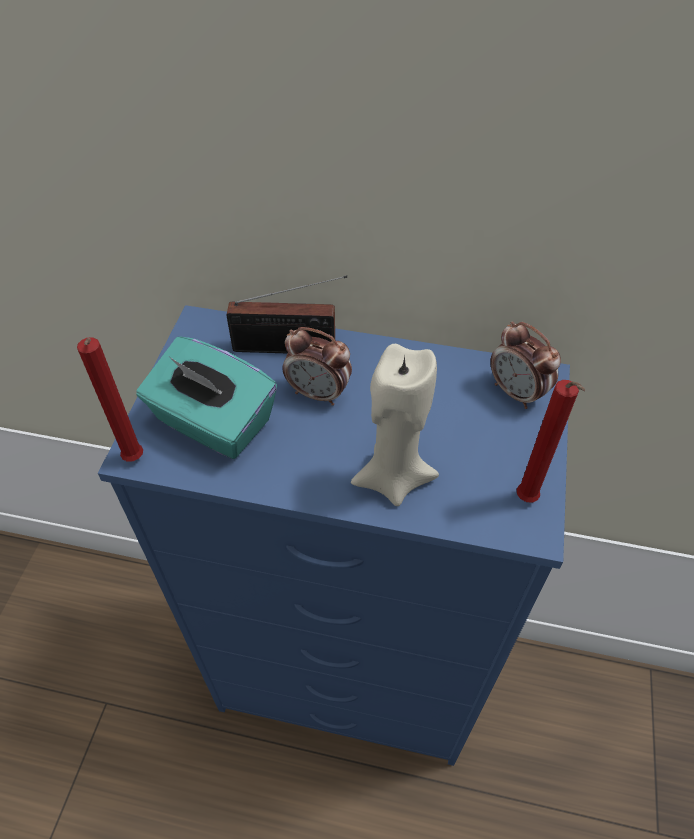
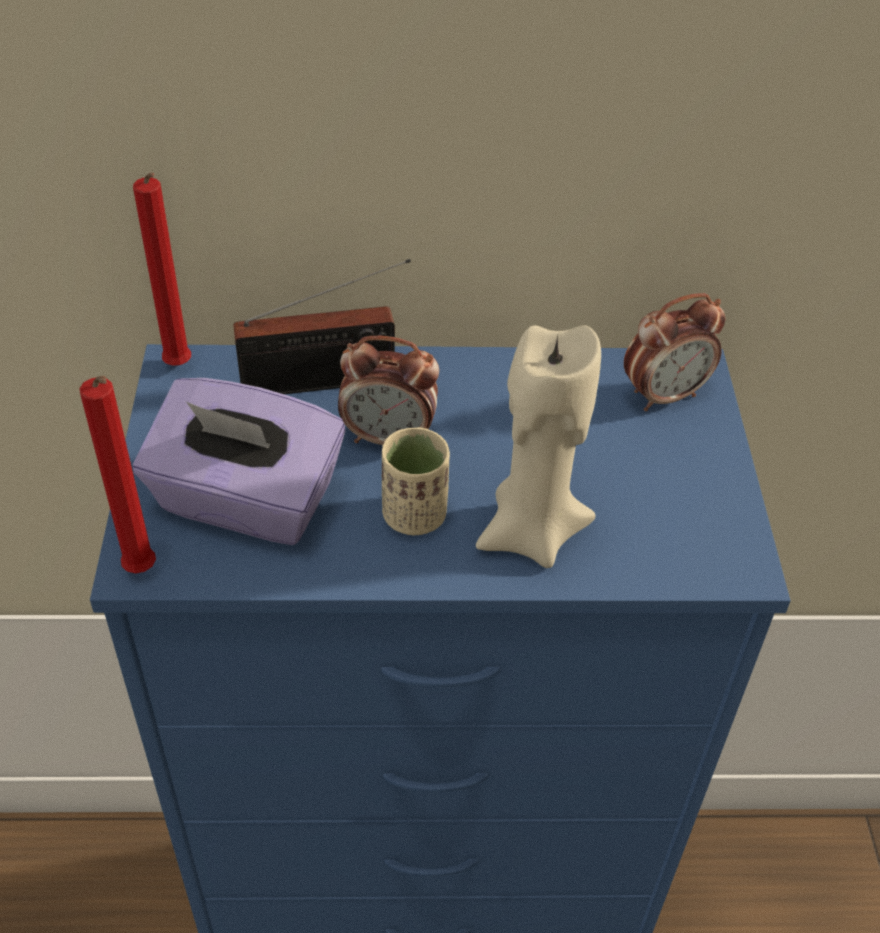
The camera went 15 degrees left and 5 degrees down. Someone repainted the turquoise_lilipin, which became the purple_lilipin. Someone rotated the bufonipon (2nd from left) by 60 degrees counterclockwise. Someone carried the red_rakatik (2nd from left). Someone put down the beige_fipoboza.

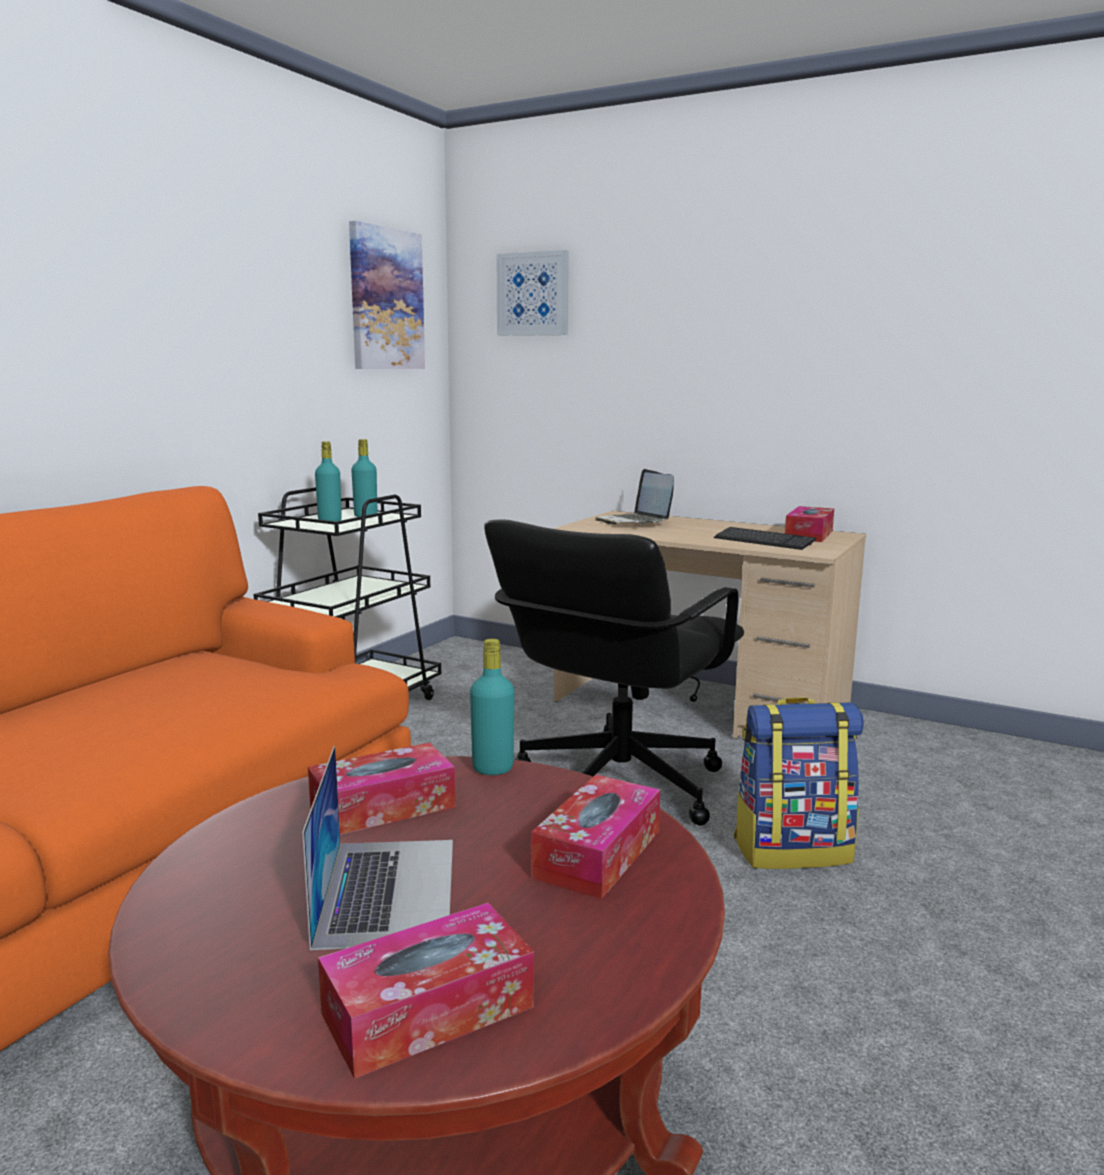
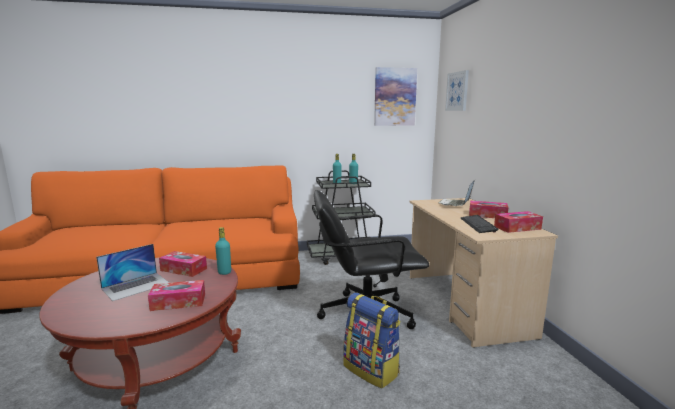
The camera went 50 degrees right and 0 degrees up. Someone carried the lilipin (2nd from left in the first image).

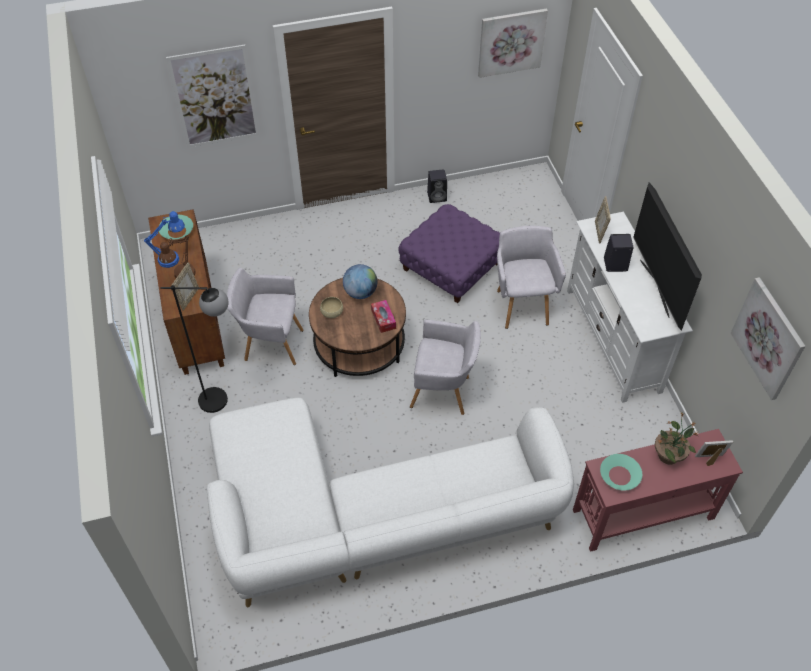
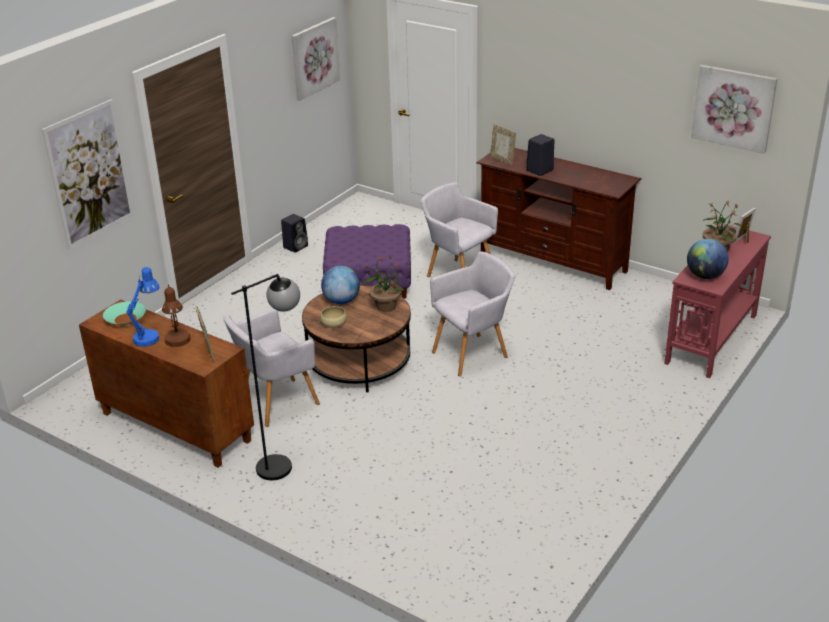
The camera went 40 degrees left and 20 degrees down. Someone took away the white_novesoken. Someone swapped the lilipin for the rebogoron (1st from left). Someone repainted the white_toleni, which became the brown_toleni. Someone swapped the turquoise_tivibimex (2nd from left) for the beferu (2nd from left). Someone took away the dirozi.

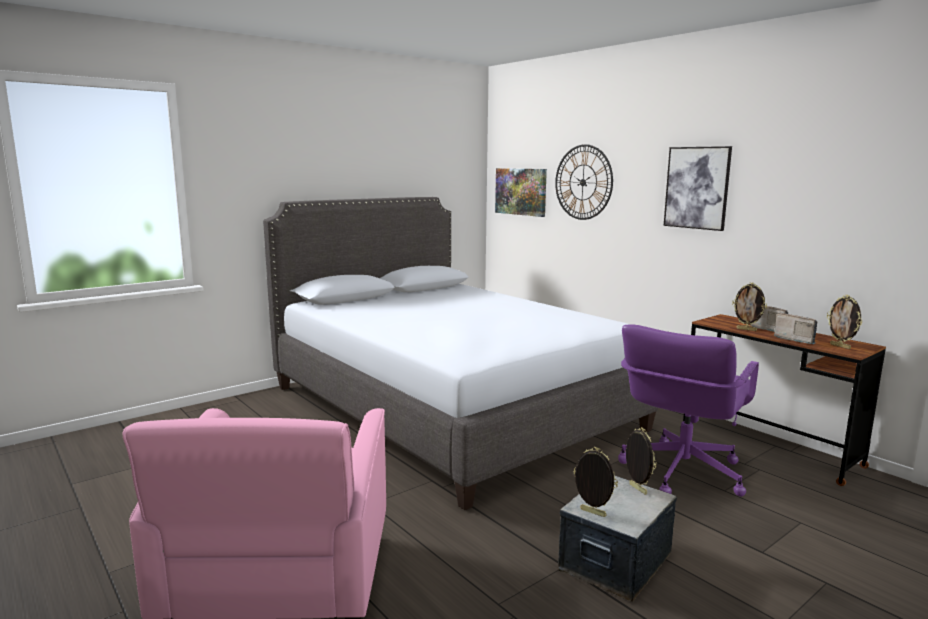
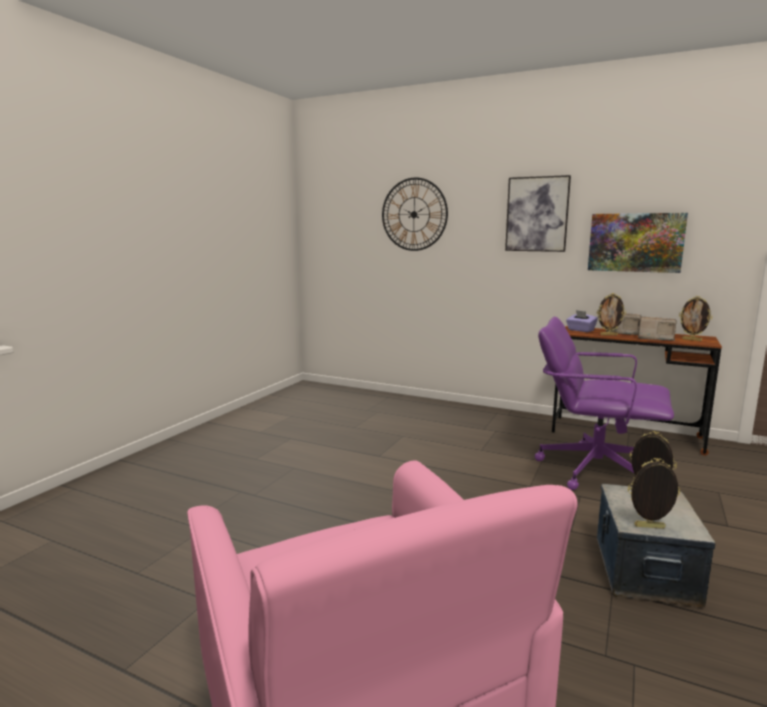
The camera went 25 degrees left and 0 degrees up. Someone took away the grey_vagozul. Someone carried the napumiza (1st from left in the first image). Someone rotated the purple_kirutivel by 105 degrees clockwise. Someone put down the purple_lilipin.

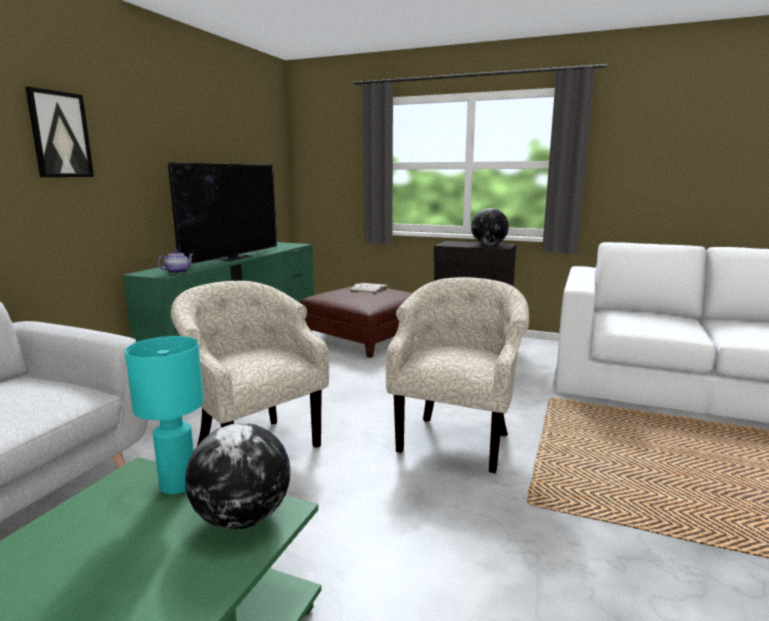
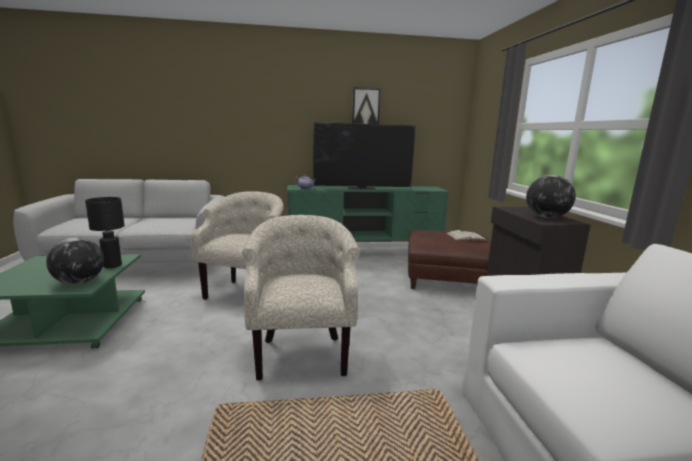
The camera went 60 degrees right and 0 degrees up. Someone carried the napumiza. Someone repainted the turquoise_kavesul, which became the black_kavesul. Someone rotated the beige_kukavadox (2nd from left) by 90 degrees counterclockwise.

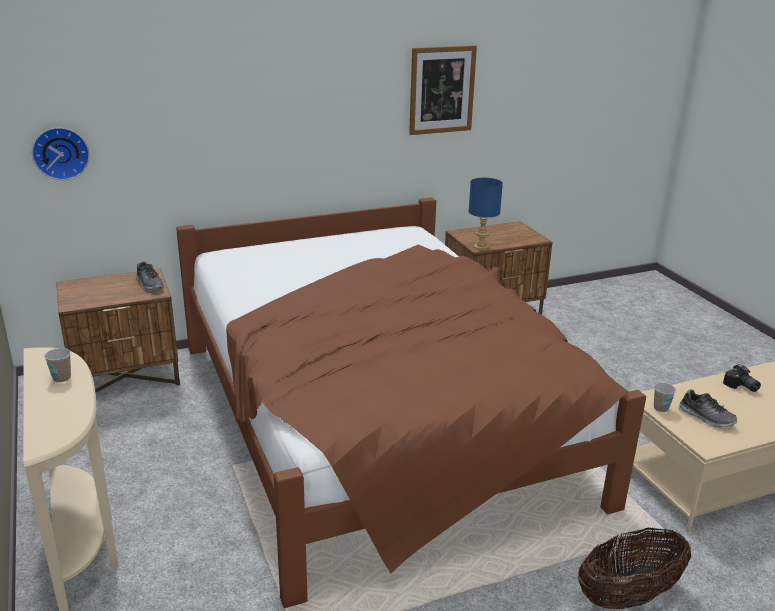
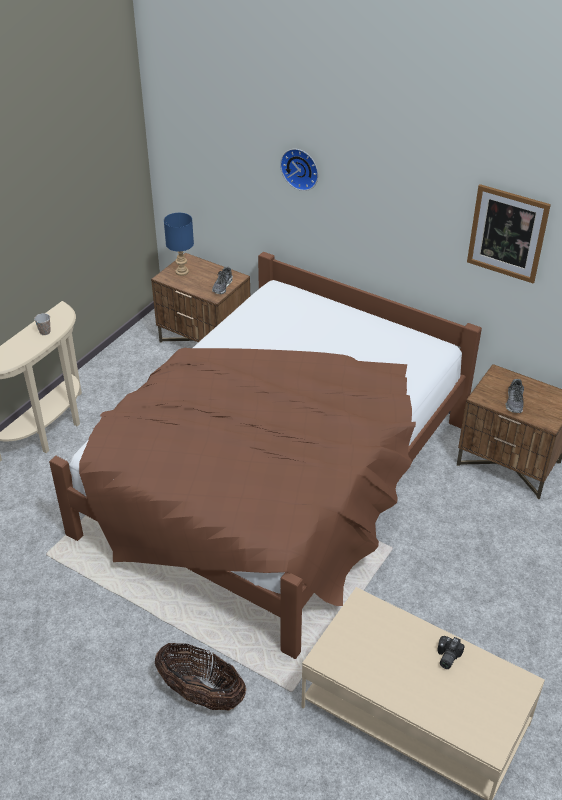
The camera went 55 degrees right and 15 degrees up. Someone carried the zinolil. Someone carried the blue_kavesul. Someone took away the fipoboza (2nd from left). Someone carried the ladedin (2nd from left).

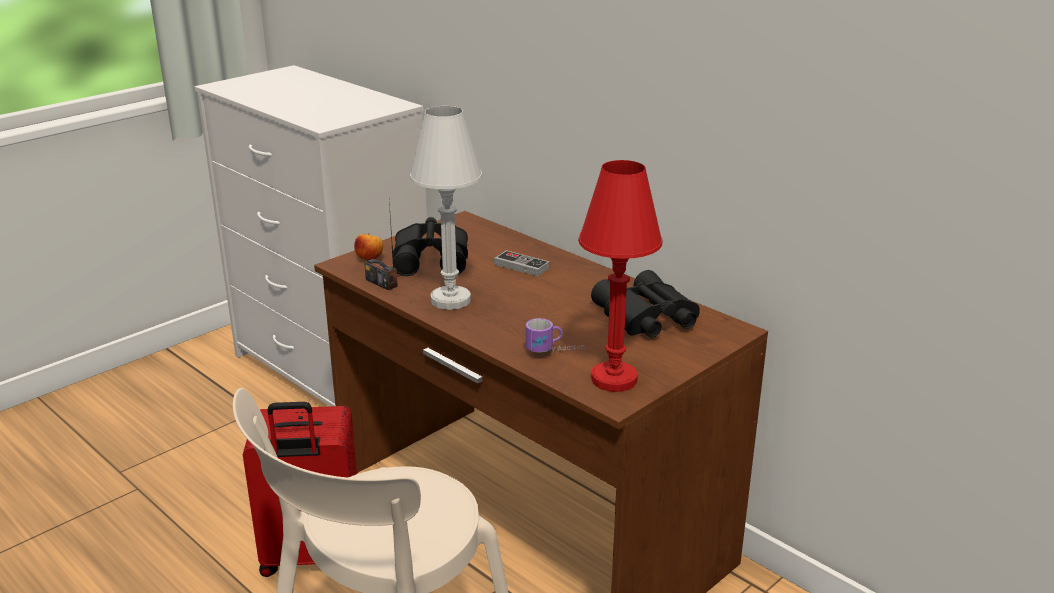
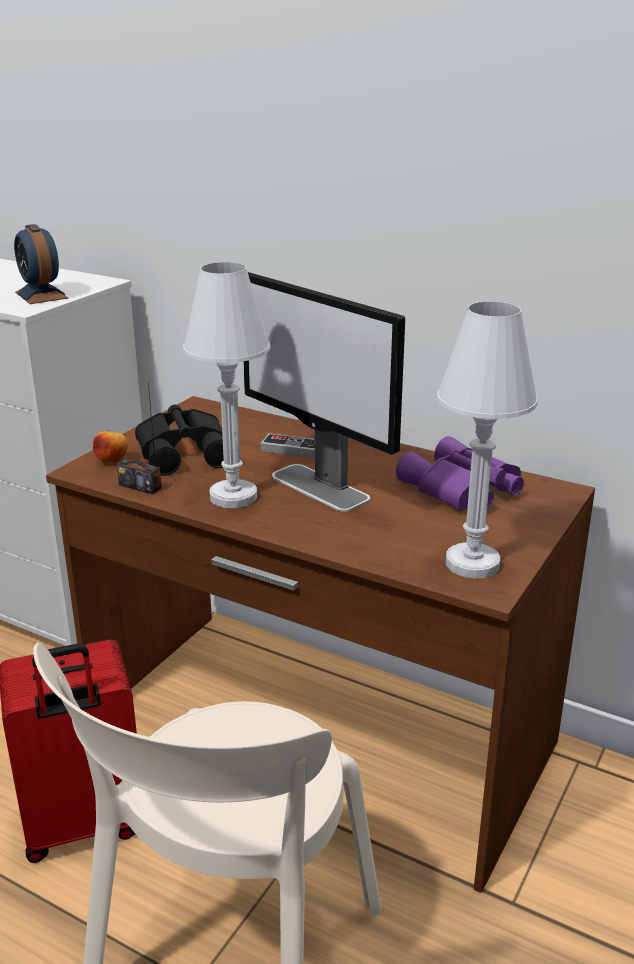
The camera went 15 degrees left and 0 degrees up. Someone took away the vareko. Someone repainted the red_kavesul, which became the white_kavesul (2nd from left). Someone repainted the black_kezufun (2nd from left), which became the purple_kezufun. Someone put down the bufonipon. Someone put down the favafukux.

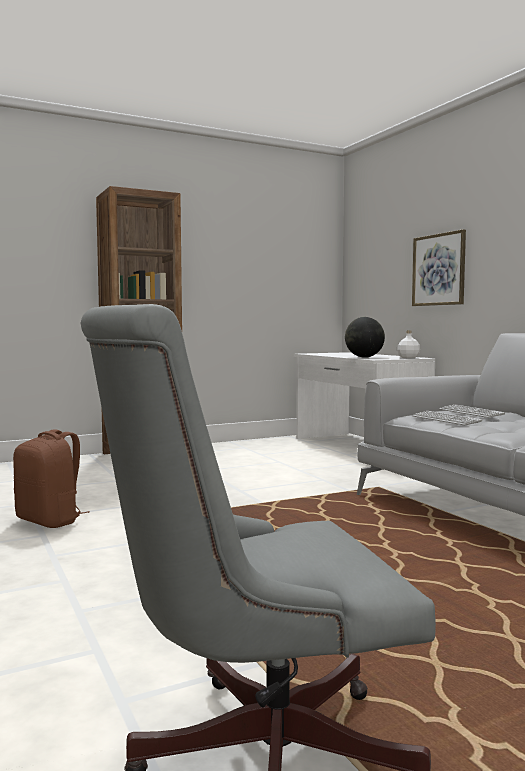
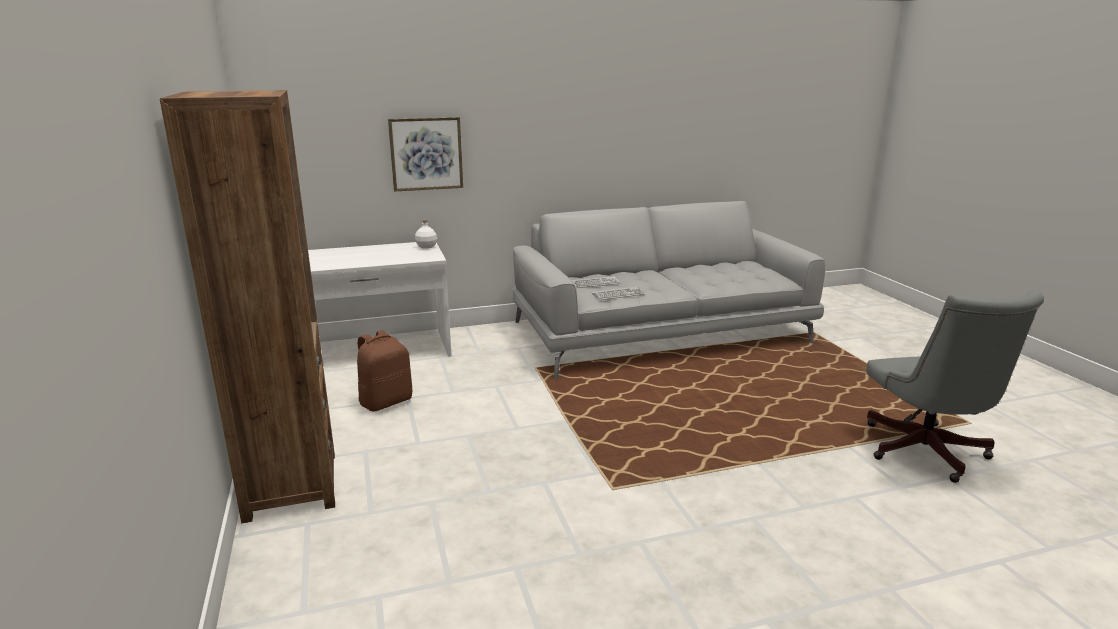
The camera went 80 degrees left and 15 degrees up. Someone carried the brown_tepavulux. Someone took away the beferu.

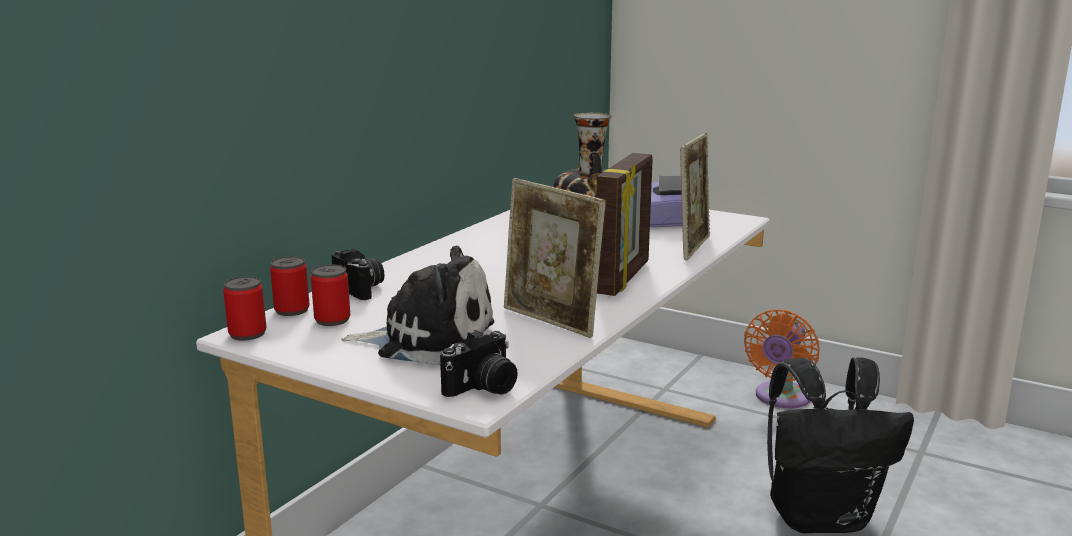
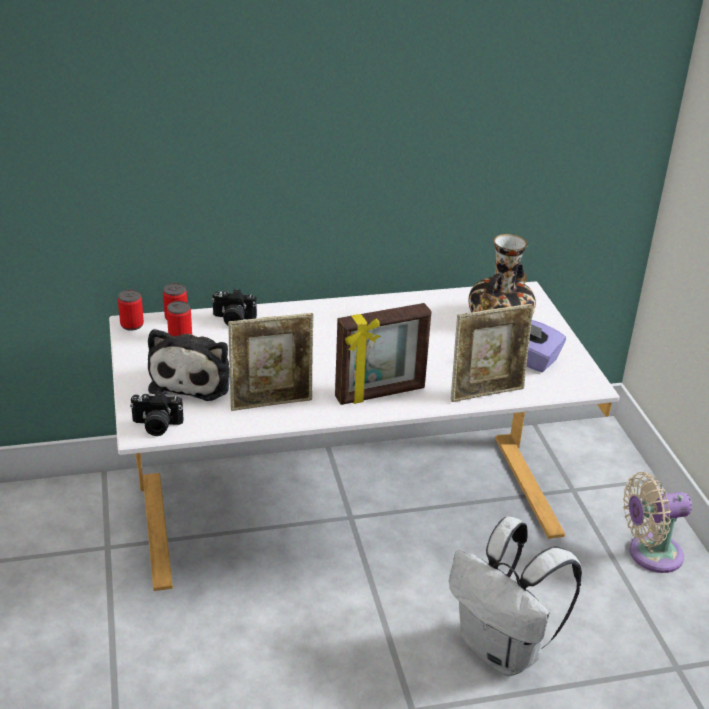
The camera went 45 degrees right and 15 degrees up. Someone rotated the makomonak (1st from left in the first image) by 90 degrees clockwise. Someone rotated the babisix by 45 degrees clockwise. Someone rotated the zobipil (1st from left) by 105 degrees counterclockwise. Someone repainted the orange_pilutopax, which became the beige_pilutopax. Someone repainted the black_tepavulux, which became the white_tepavulux.

